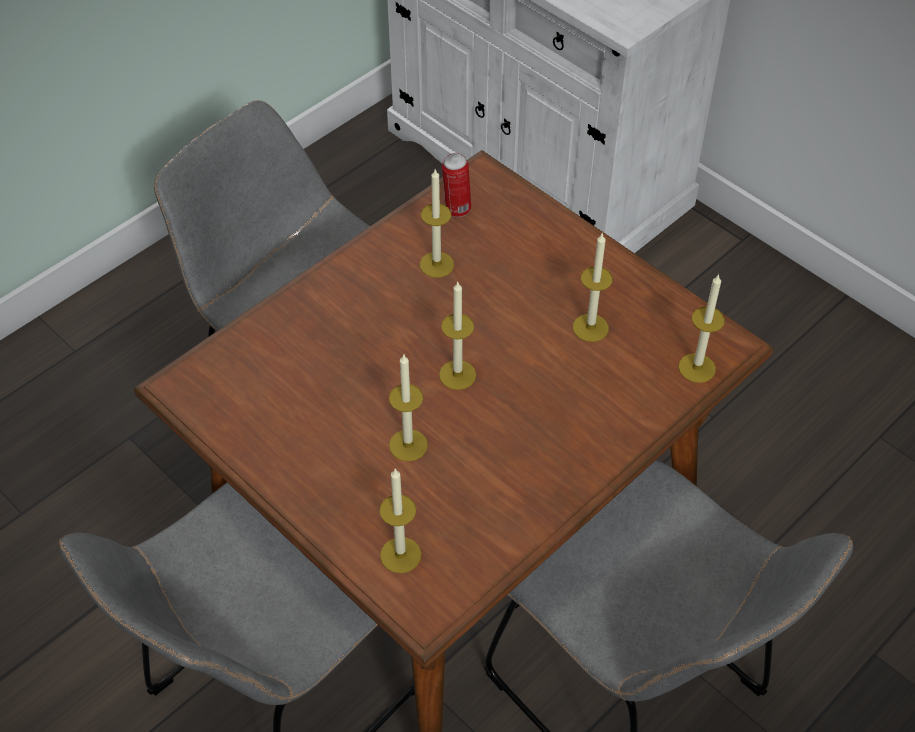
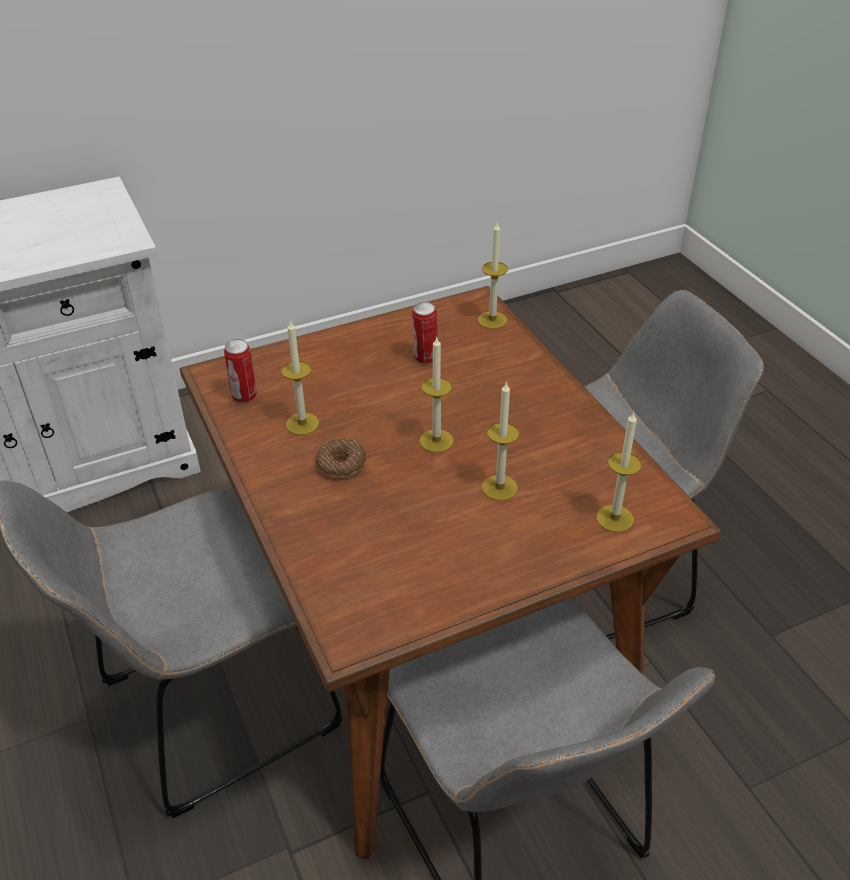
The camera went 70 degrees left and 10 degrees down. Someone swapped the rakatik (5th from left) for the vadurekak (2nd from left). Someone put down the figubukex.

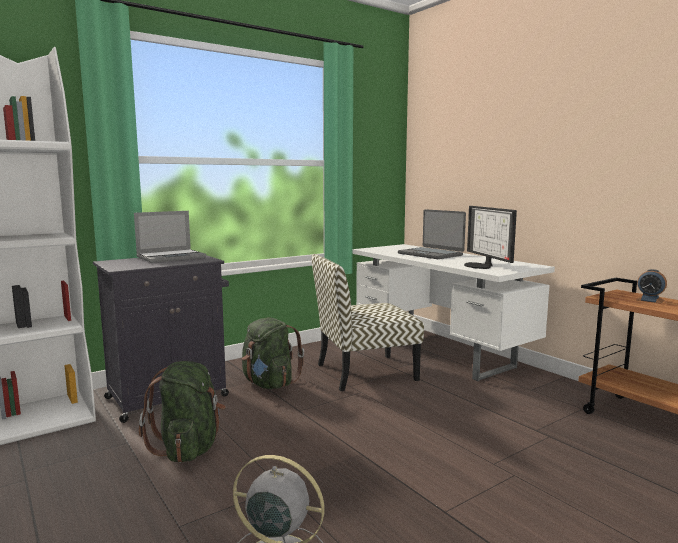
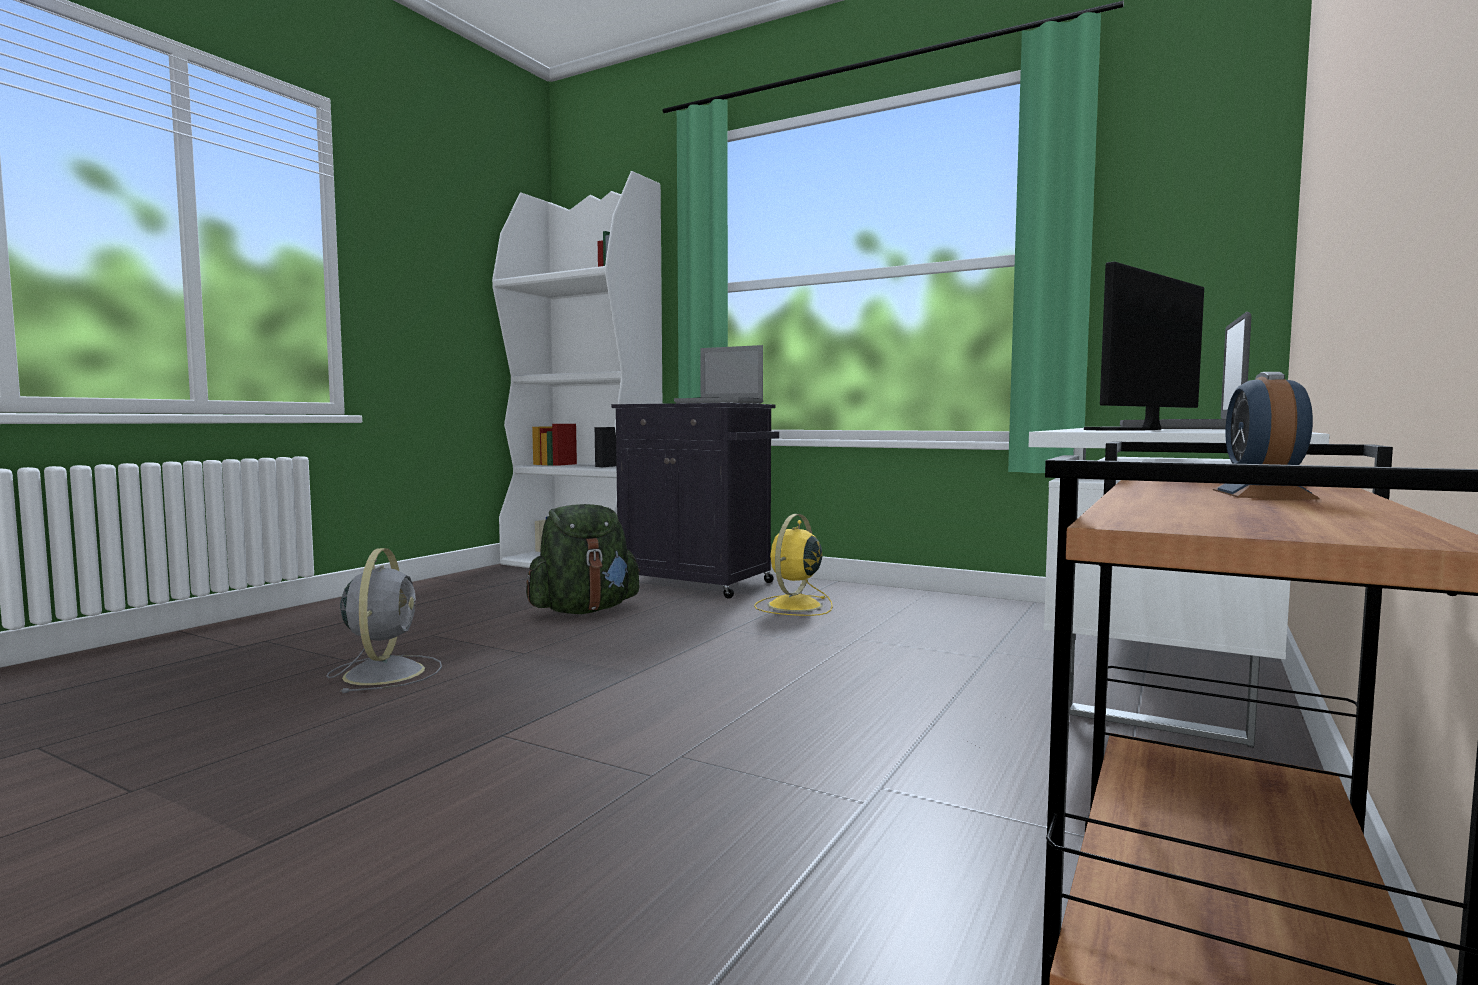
The camera went 65 degrees right and 5 degrees down. Someone swapped the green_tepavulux (2nd from left) for the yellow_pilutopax. Someone took away the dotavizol.

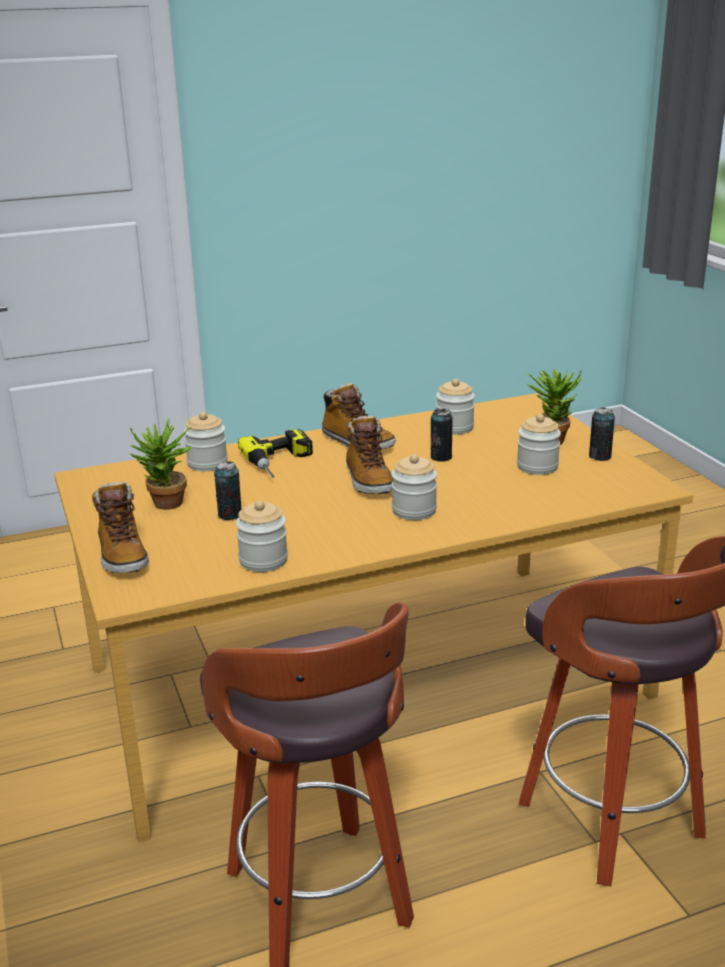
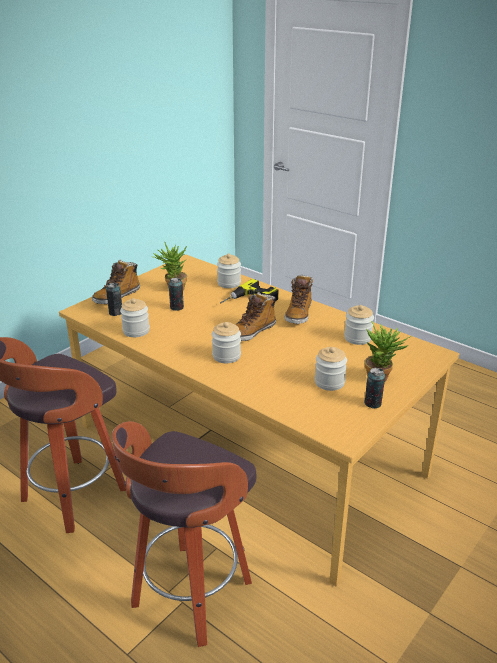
The camera went 60 degrees right and 5 degrees up. Someone carried the vadurekak (2nd from left in the first image).

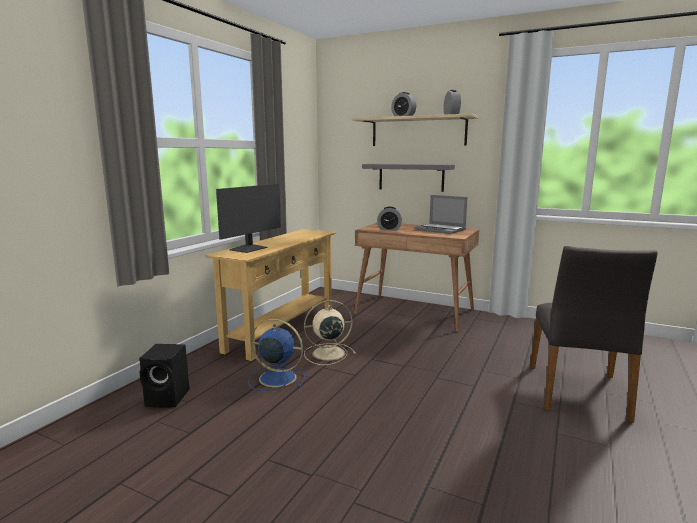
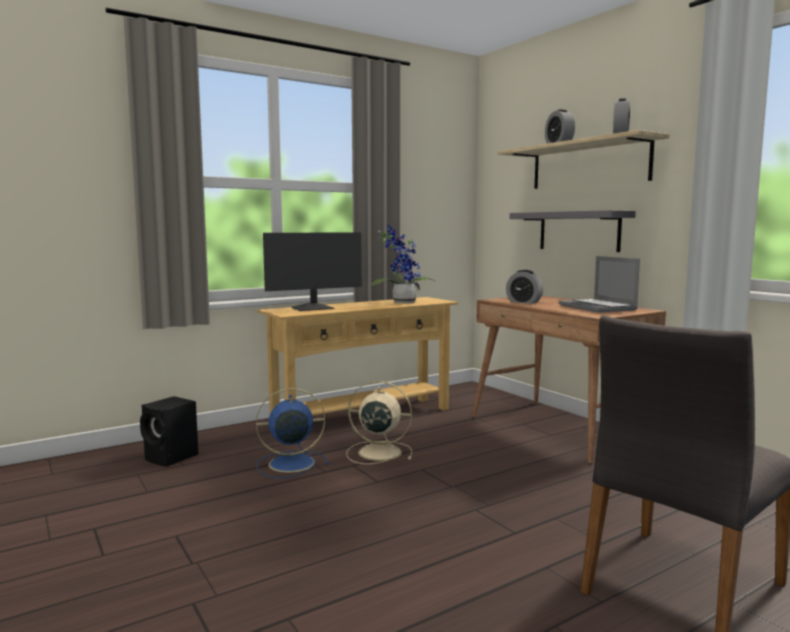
The camera went 30 degrees right and 5 degrees down. Someone rotated the blue_pilutopax by 60 degrees counterclockwise. Someone put down the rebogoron.

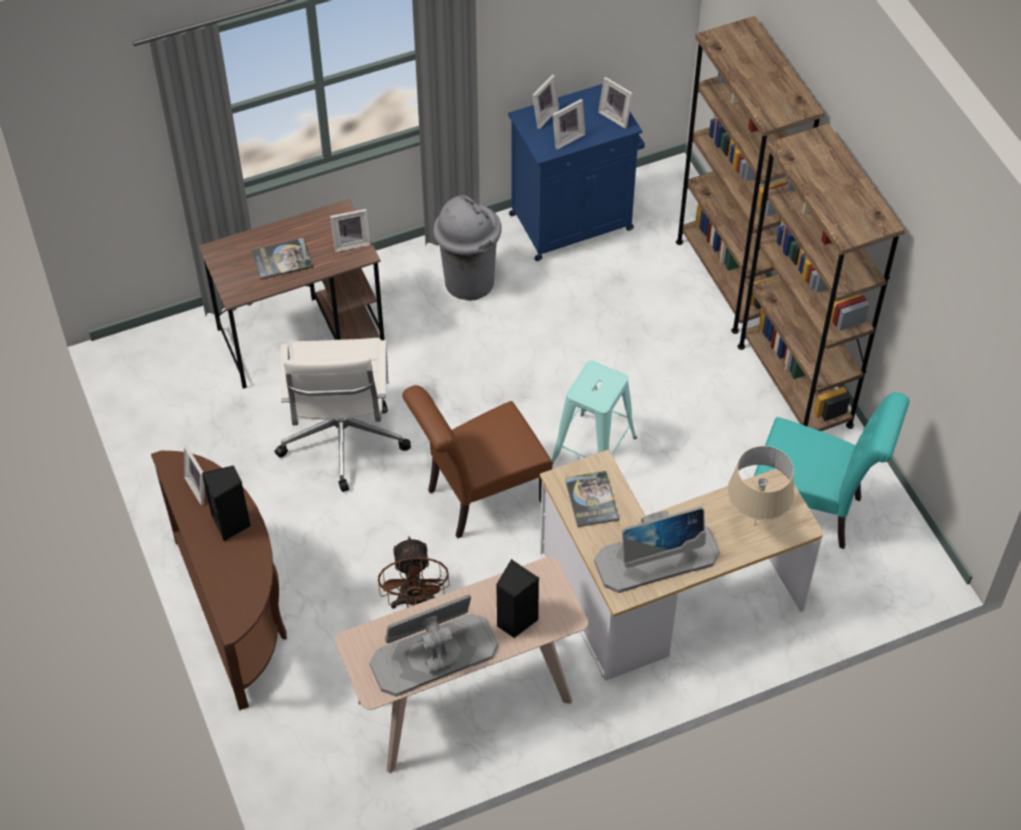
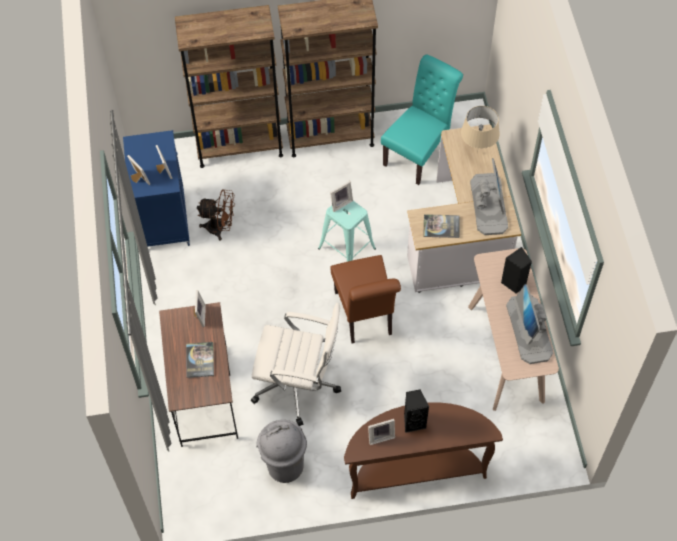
The camera went 75 degrees left and 5 degrees up. Someone carried the brown_pilutopax. Someone carried the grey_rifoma. Someone carried the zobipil (5th from left in the first image).

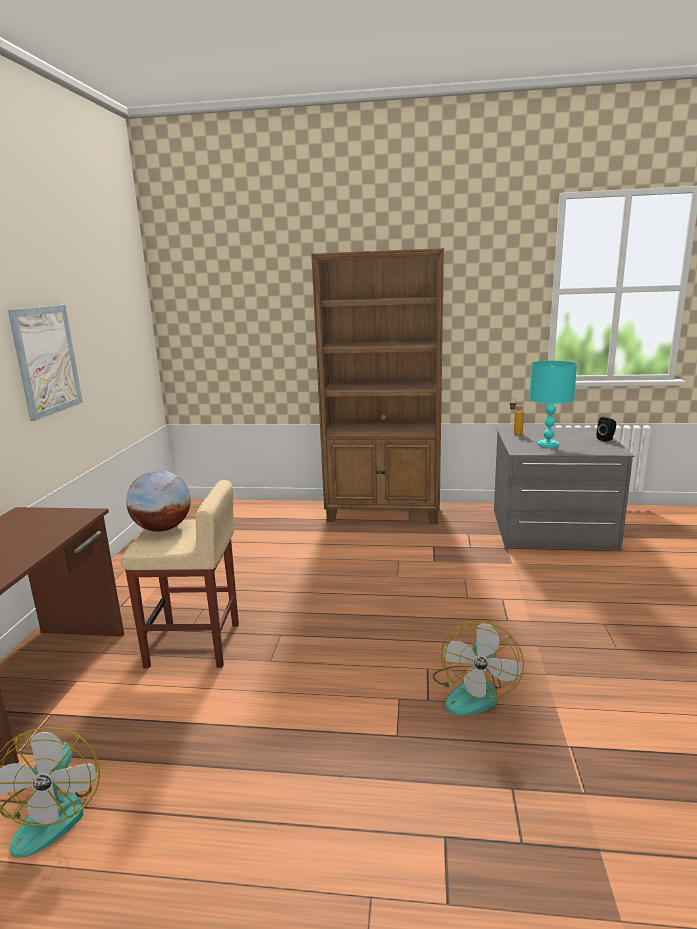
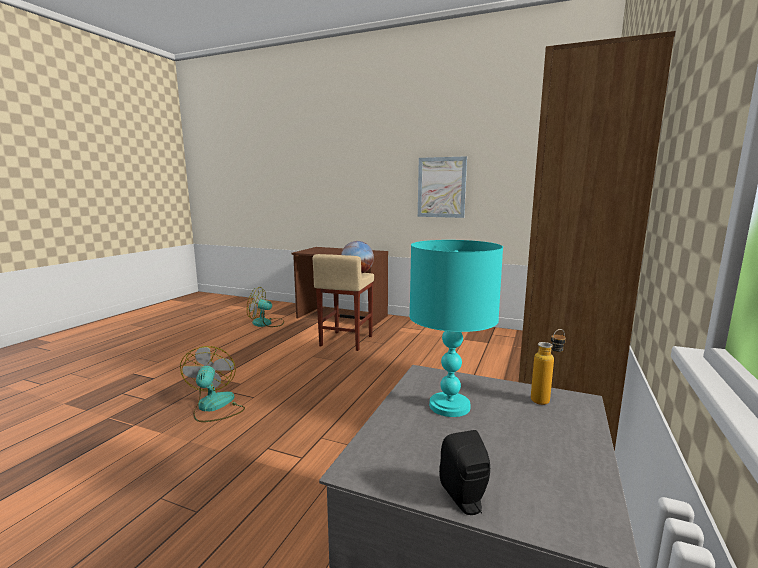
The camera went 105 degrees right and 5 degrees down. Someone rotated the pilutopax (2nd from left in the first image) by 45 degrees clockwise.

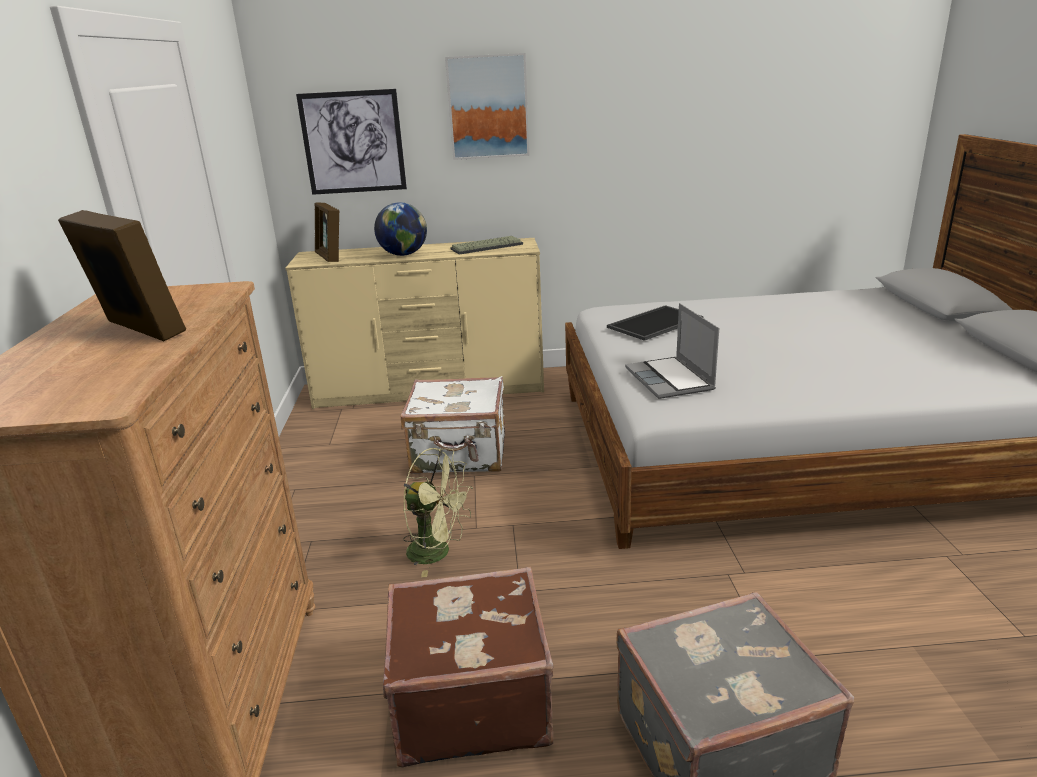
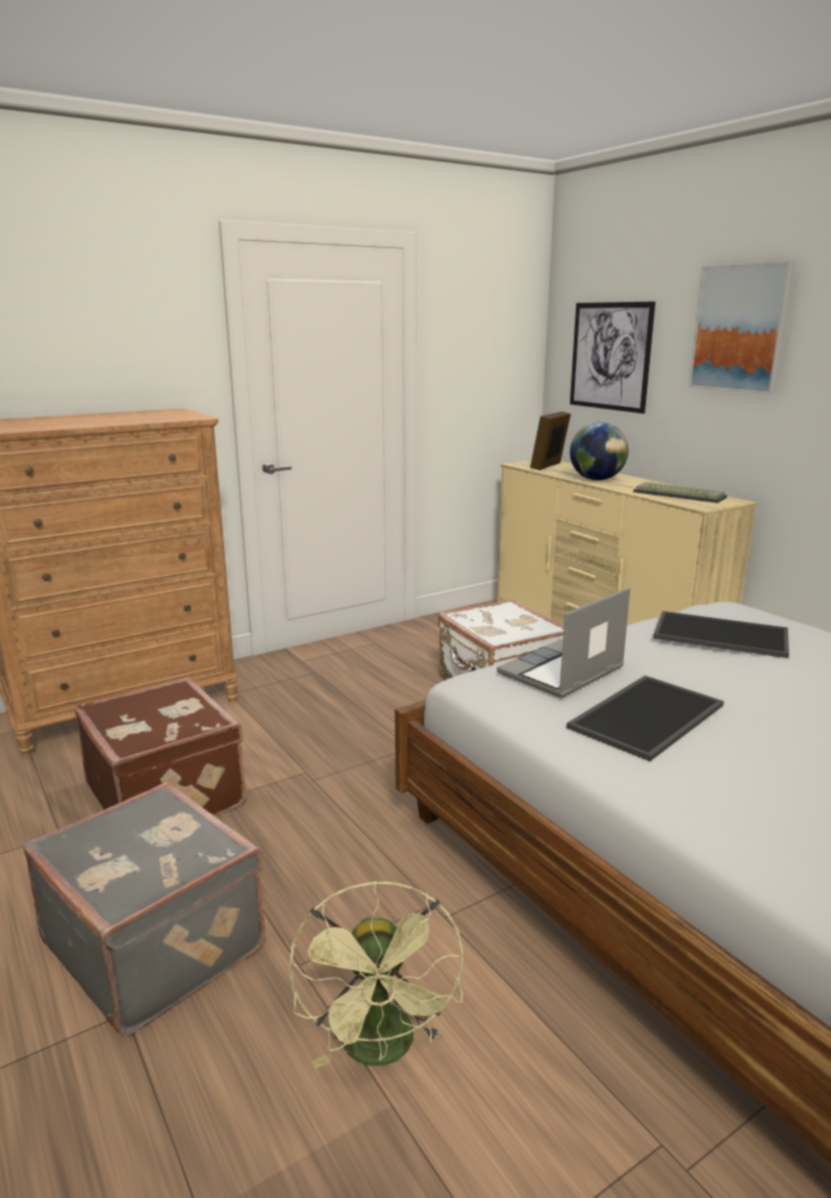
The camera went 60 degrees right and 5 degrees down. Someone took away the zobipil (1st from left). Someone carried the green_pilutopax. Someone put down the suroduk (1st from left).

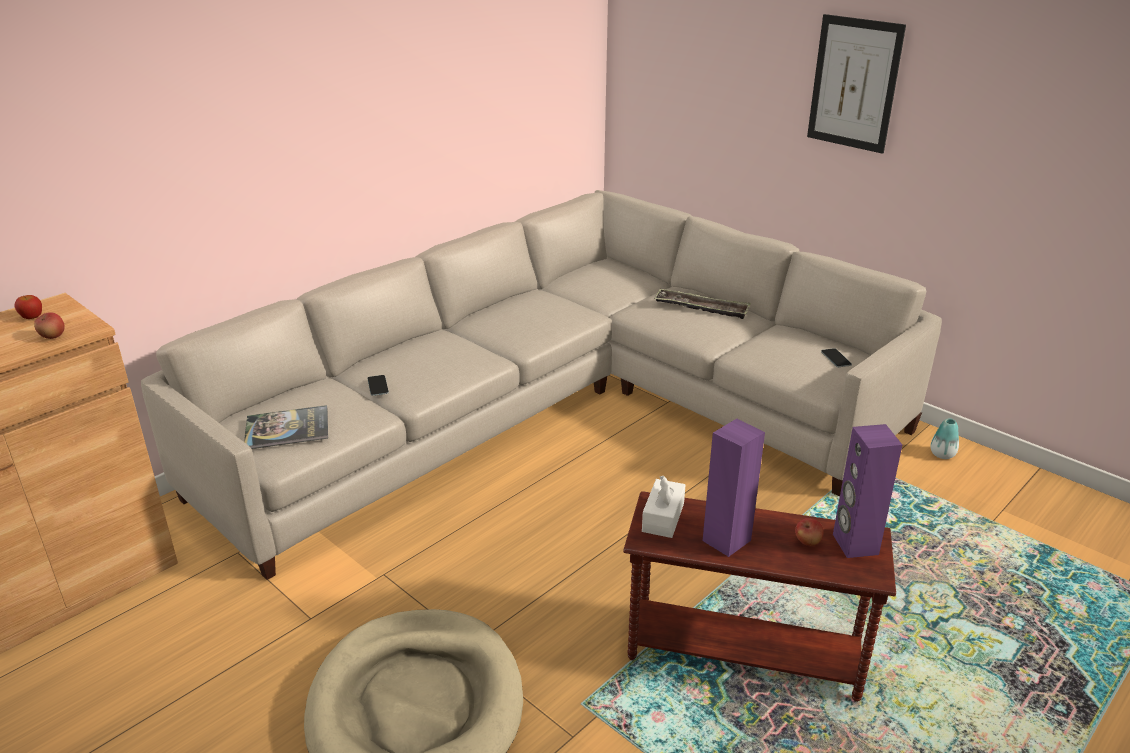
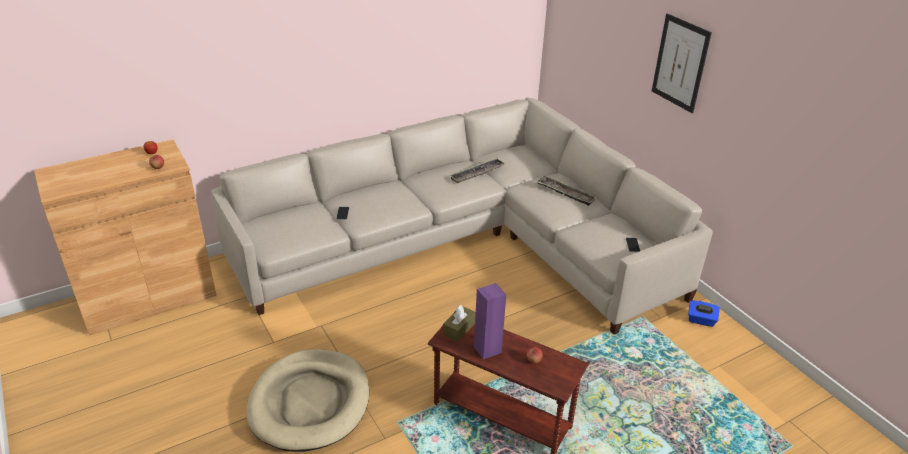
The camera went 15 degrees right and 5 degrees up. Someone took away the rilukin. Someone repainted the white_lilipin, which became the brown_lilipin. Someone took away the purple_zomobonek (2nd from left). Someone swapped the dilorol for the blue_lilipin. Someone put down the suroduk (1st from left).

